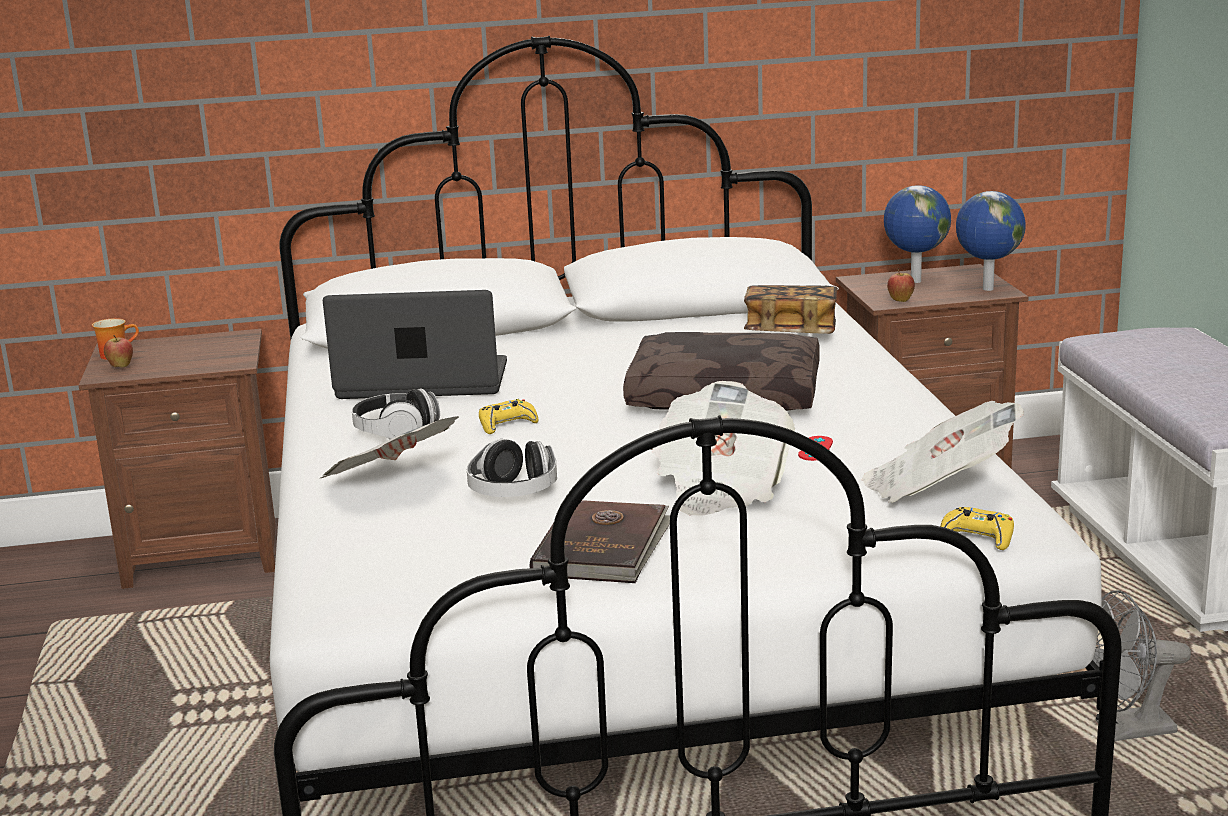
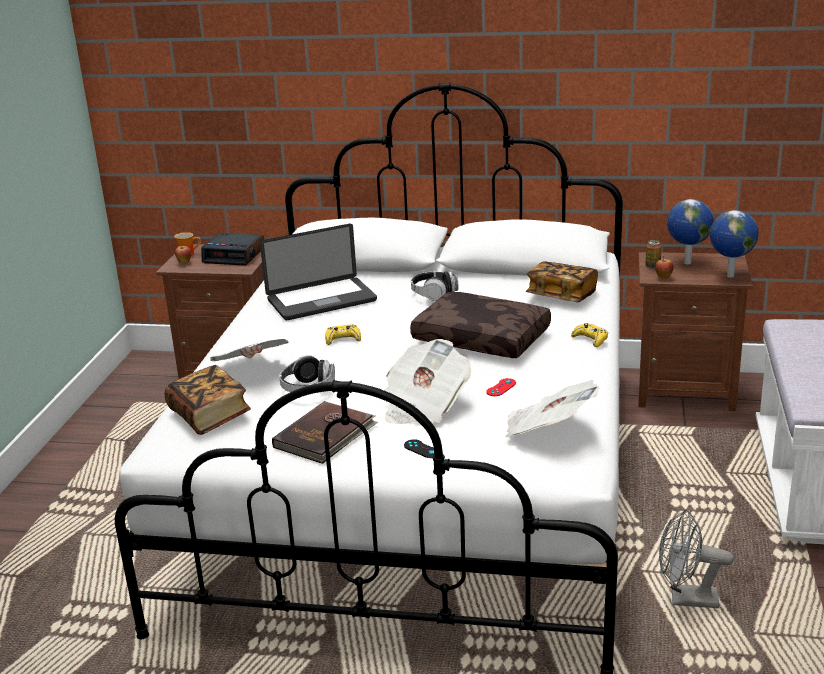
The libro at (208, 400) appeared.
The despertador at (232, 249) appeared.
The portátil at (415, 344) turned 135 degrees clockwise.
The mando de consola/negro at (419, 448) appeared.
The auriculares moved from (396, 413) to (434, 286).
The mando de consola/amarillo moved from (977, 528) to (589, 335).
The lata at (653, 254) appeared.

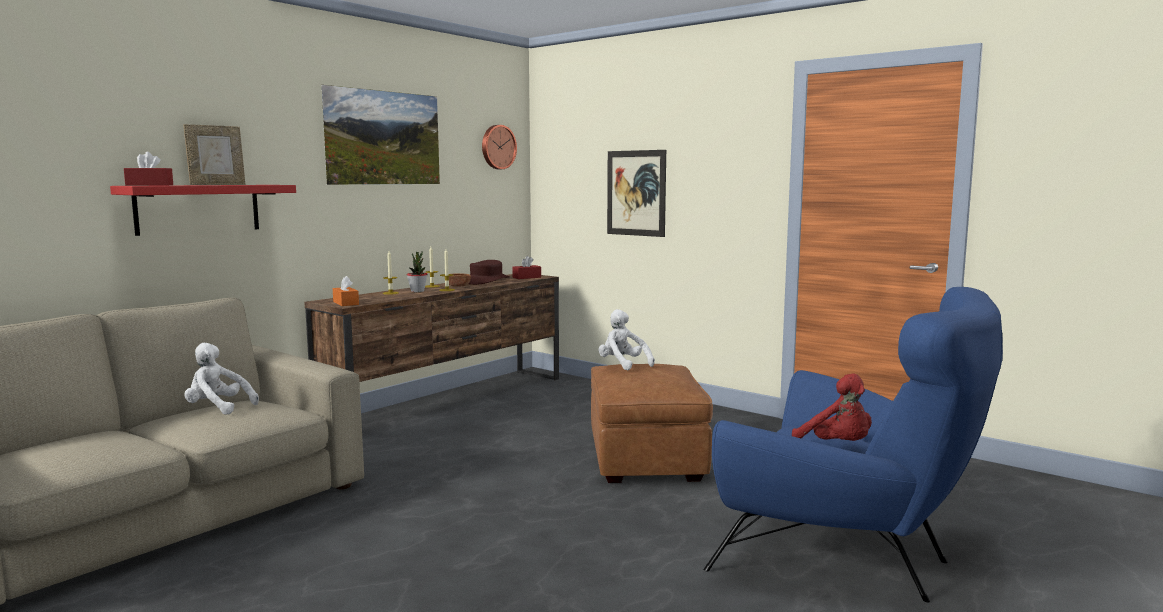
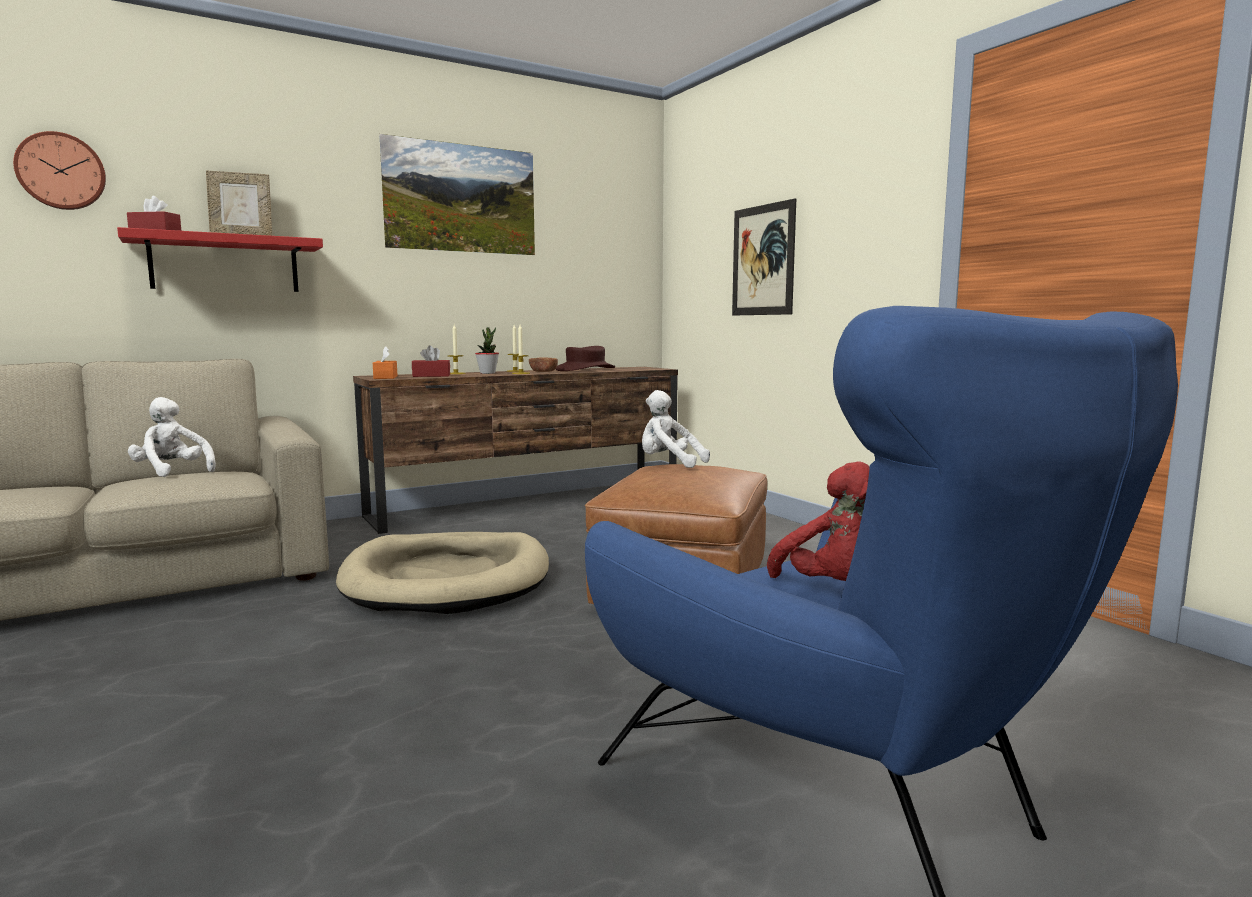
The reloj de pared moved from (499, 147) to (59, 170).
The cama para perro/beis at (442, 573) appeared.
The caja de pañuelos/rojo moved from (526, 267) to (431, 361).
The peluche/blanco at (626, 339) turned 45 degrees counterclockwise.

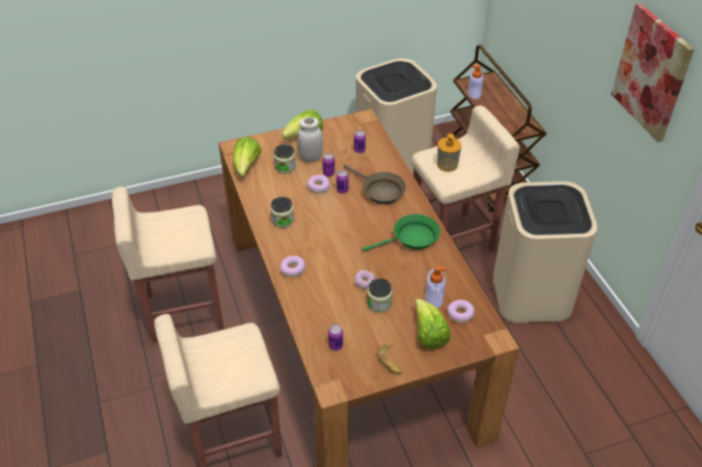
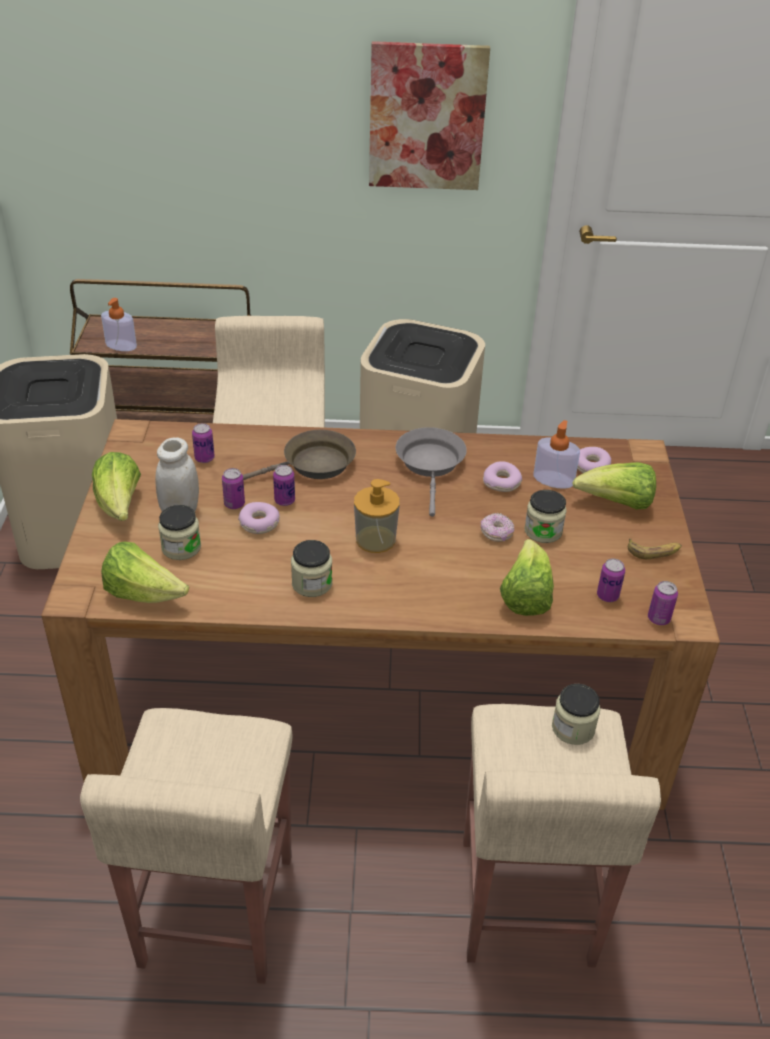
The dispensador de jabón moved from (449, 152) to (377, 516).
The sartén/verde at (401, 232) became the sartén/gris at (431, 472).
The rosquilla moved from (293, 266) to (502, 476).
The lechuga at (527, 577) appeared.
The tarro at (576, 714) appeared.
The lata at (663, 603) appeared.

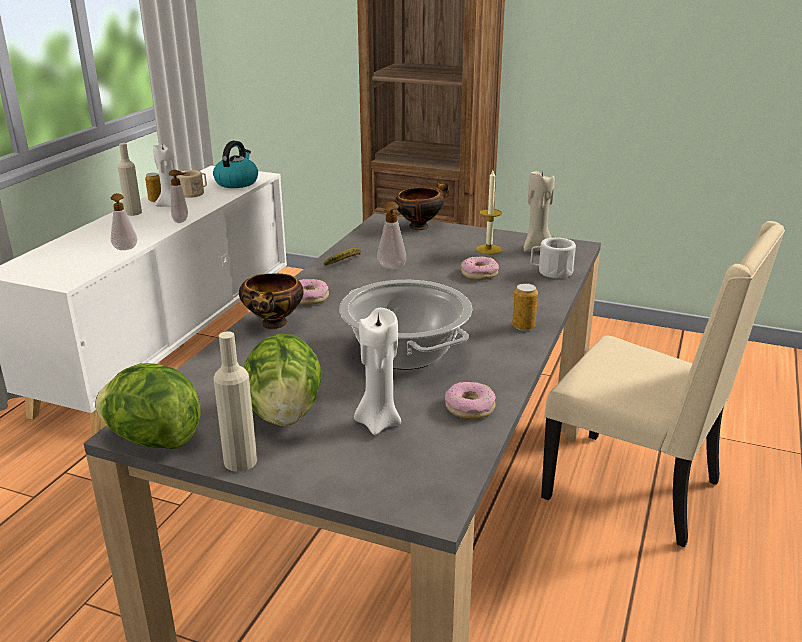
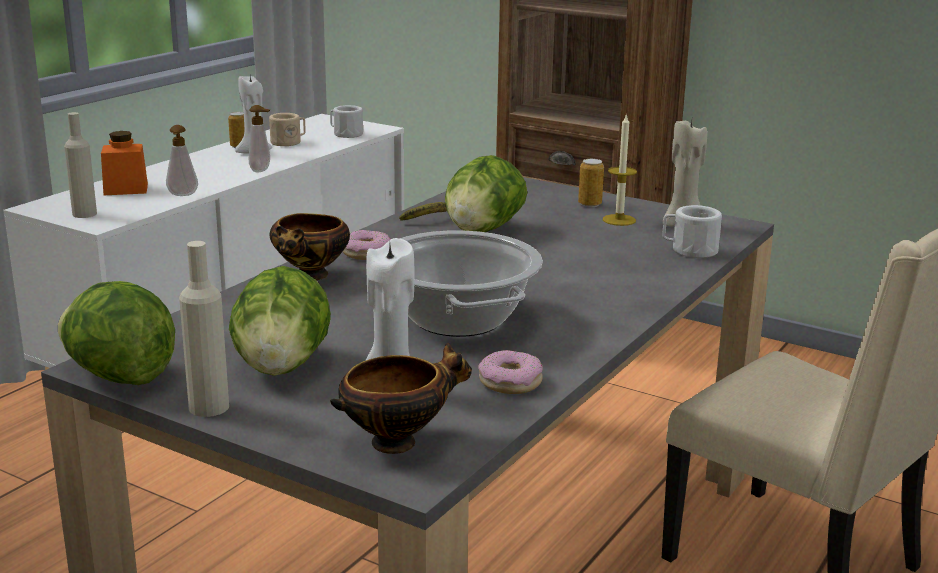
The botella/beis moved from (130, 179) to (80, 165).
The tarro/naranja at (124, 163) appeared.
The hervidor at (235, 164) was replaced by the taza grande/blanco at (346, 121).
The cuenco moved from (422, 205) to (401, 398).
The dispensador de jabón at (391, 235) was replaced by the lechuga at (486, 193).
The lata moved from (525, 307) to (591, 183).
The rosquilla at (480, 268) disappeared.

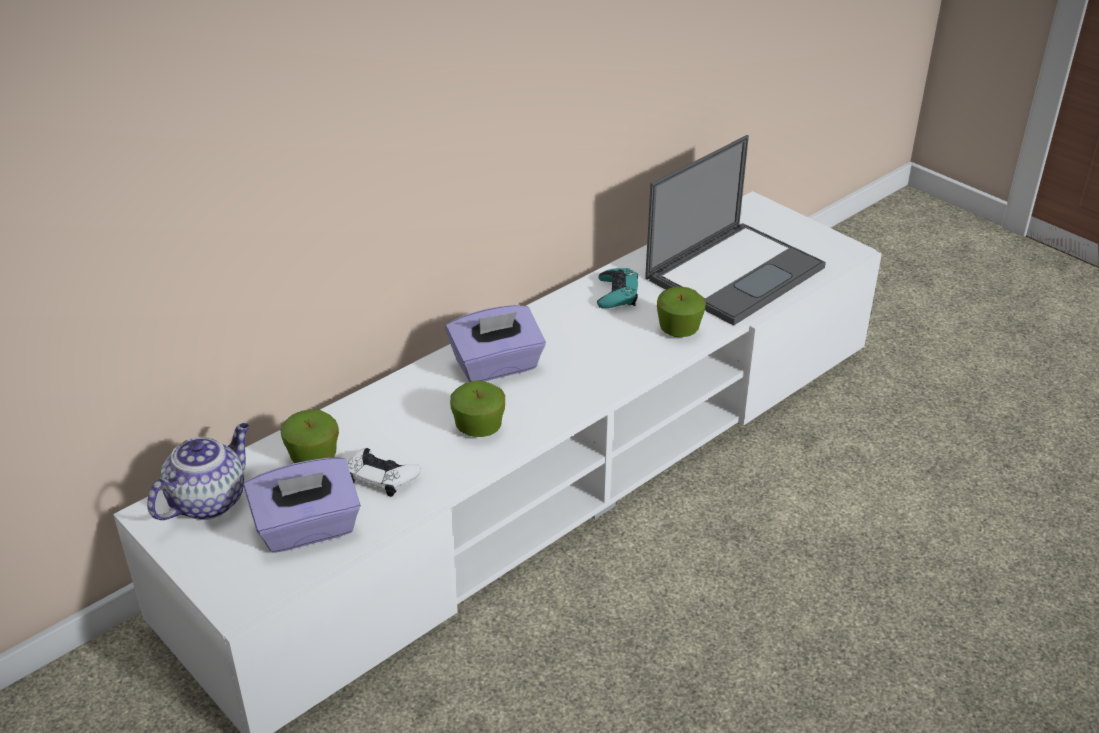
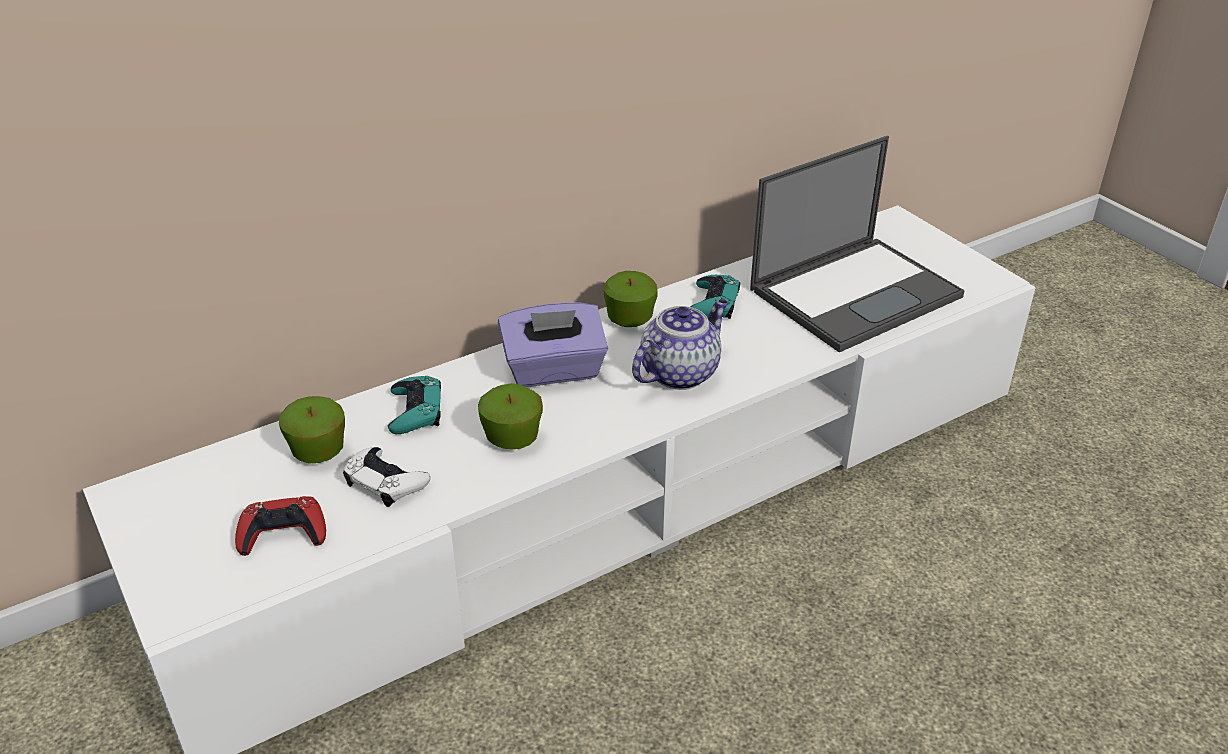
The caja de pañuelos/morado at (302, 505) was replaced by the mando de consola/rojo at (280, 526).
The mando de consola/turquesa at (414, 405) appeared.
The manzana moved from (681, 312) to (630, 299).
The tetera moved from (198, 471) to (680, 344).

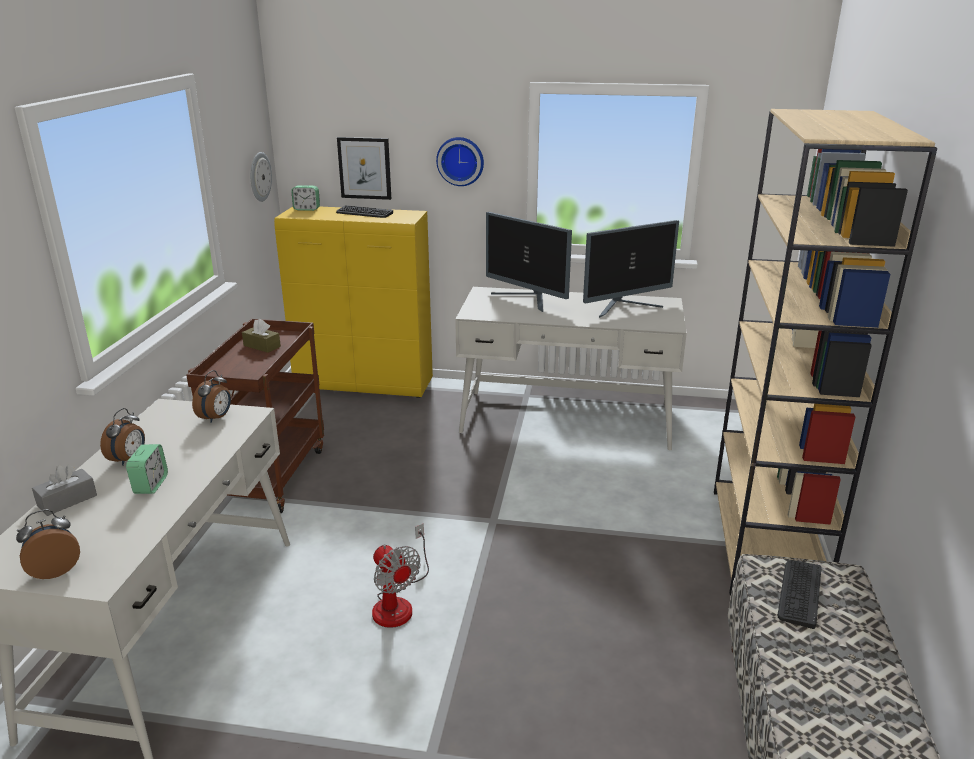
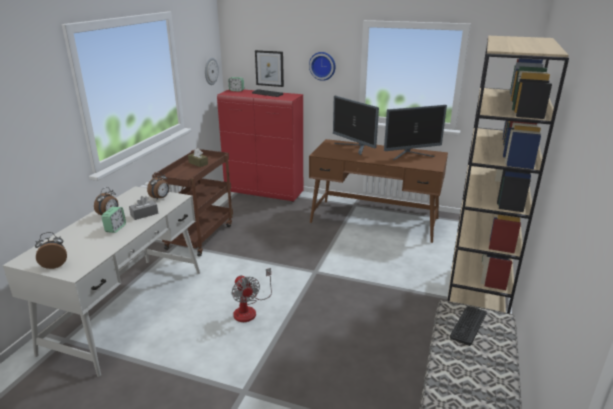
The caja de pañuelos/gris moved from (64, 490) to (143, 208).
The armario/amarillo at (353, 302) became the armario/rojo at (260, 146).
The escritorio/blanco at (571, 368) became the escritorio/marrón at (378, 191).

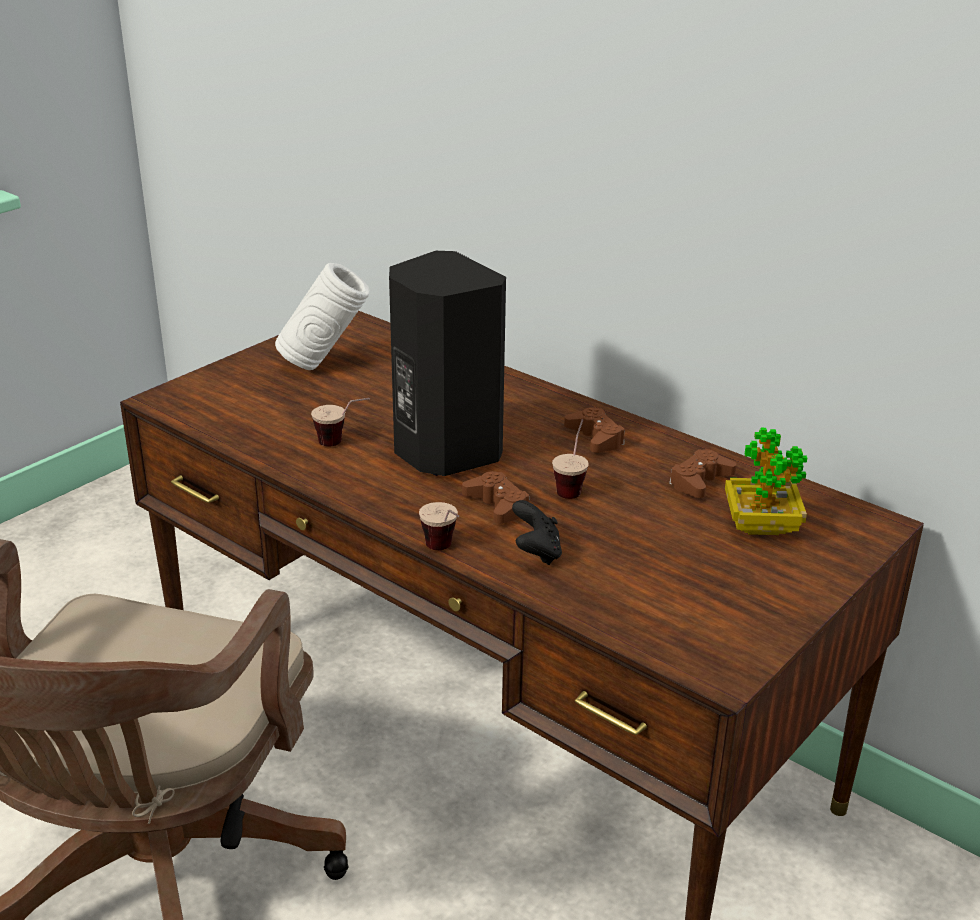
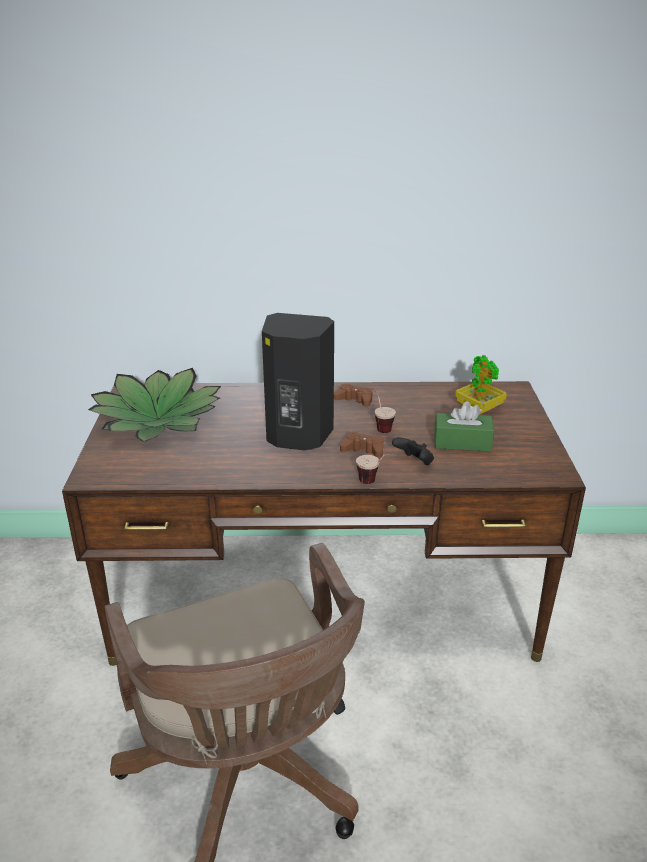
The florero/blanco at (322, 316) was replaced by the planta en maceta at (154, 405).
The caja de pañuelos/verde at (464, 427) appeared.
The taza at (340, 422) disappeared.
The mando de consola/marrón at (703, 473) disappeared.

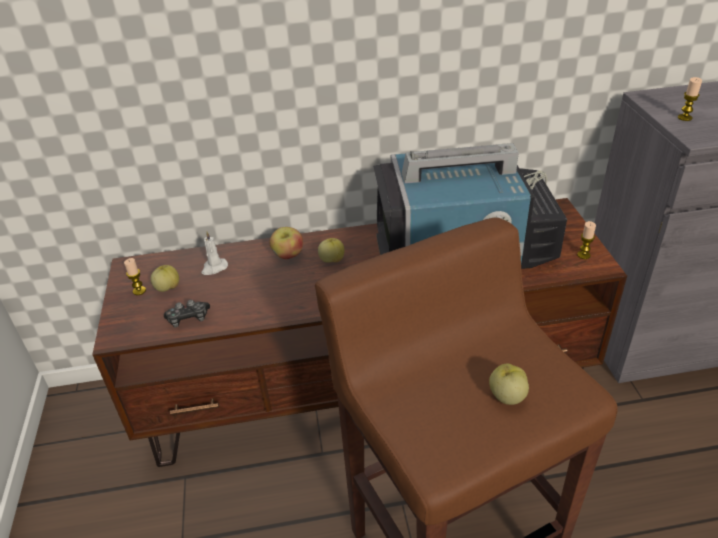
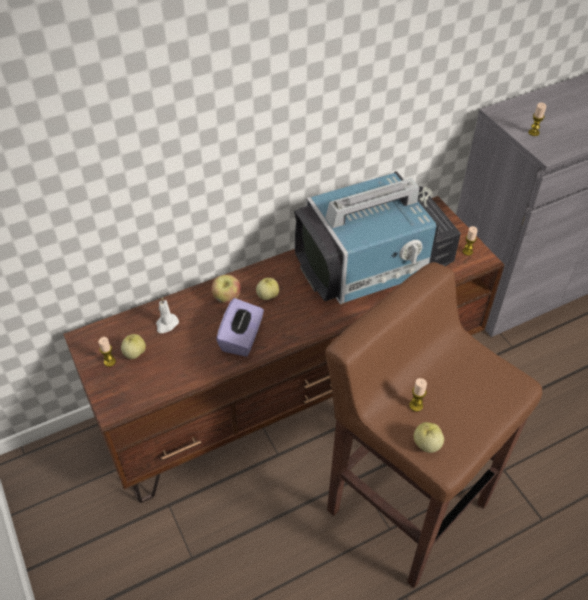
The caja de pañuelos/morado at (240, 327) appeared.
The vela at (418, 395) appeared.
The manzana moved from (509, 384) to (429, 437).
The mando de consola at (187, 313) disappeared.

